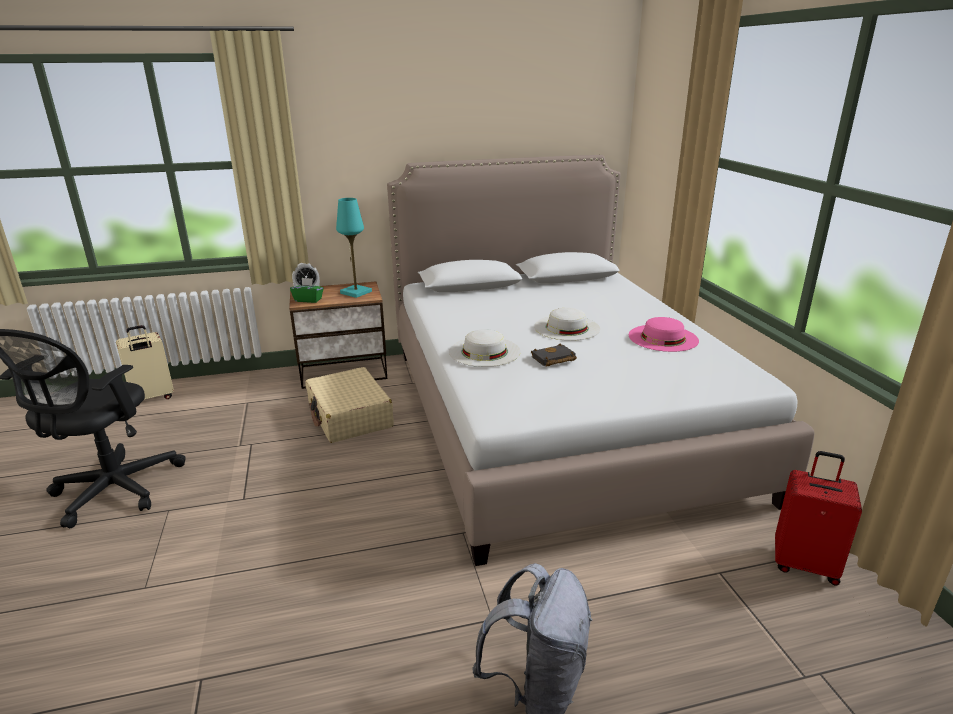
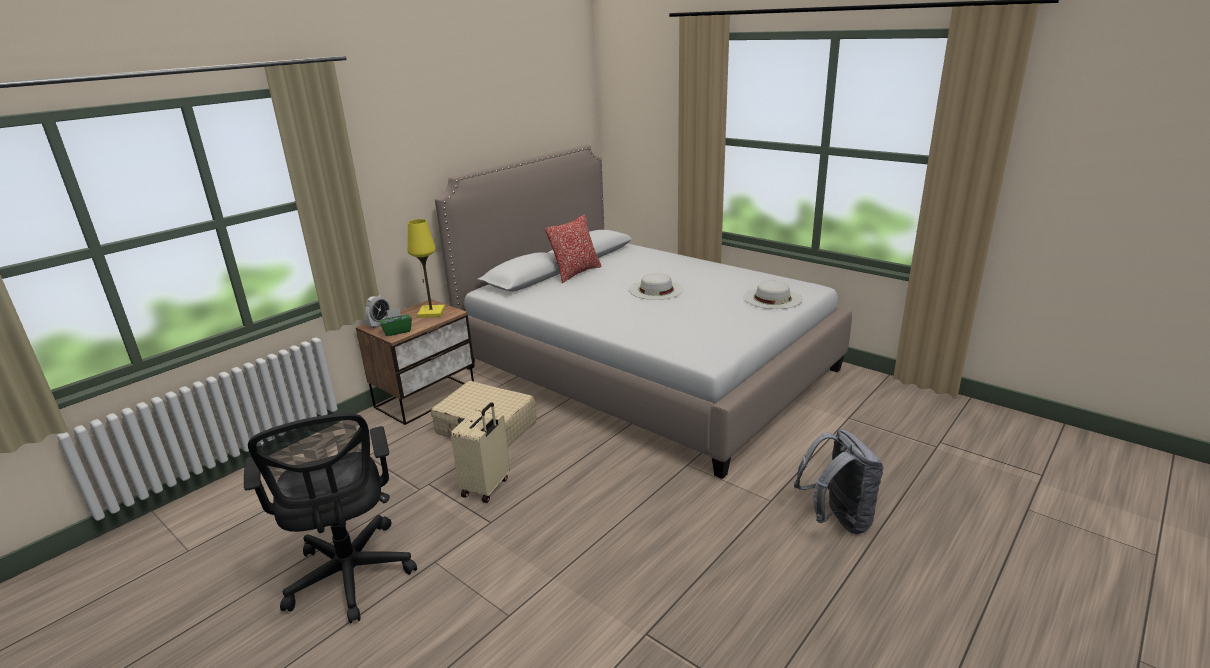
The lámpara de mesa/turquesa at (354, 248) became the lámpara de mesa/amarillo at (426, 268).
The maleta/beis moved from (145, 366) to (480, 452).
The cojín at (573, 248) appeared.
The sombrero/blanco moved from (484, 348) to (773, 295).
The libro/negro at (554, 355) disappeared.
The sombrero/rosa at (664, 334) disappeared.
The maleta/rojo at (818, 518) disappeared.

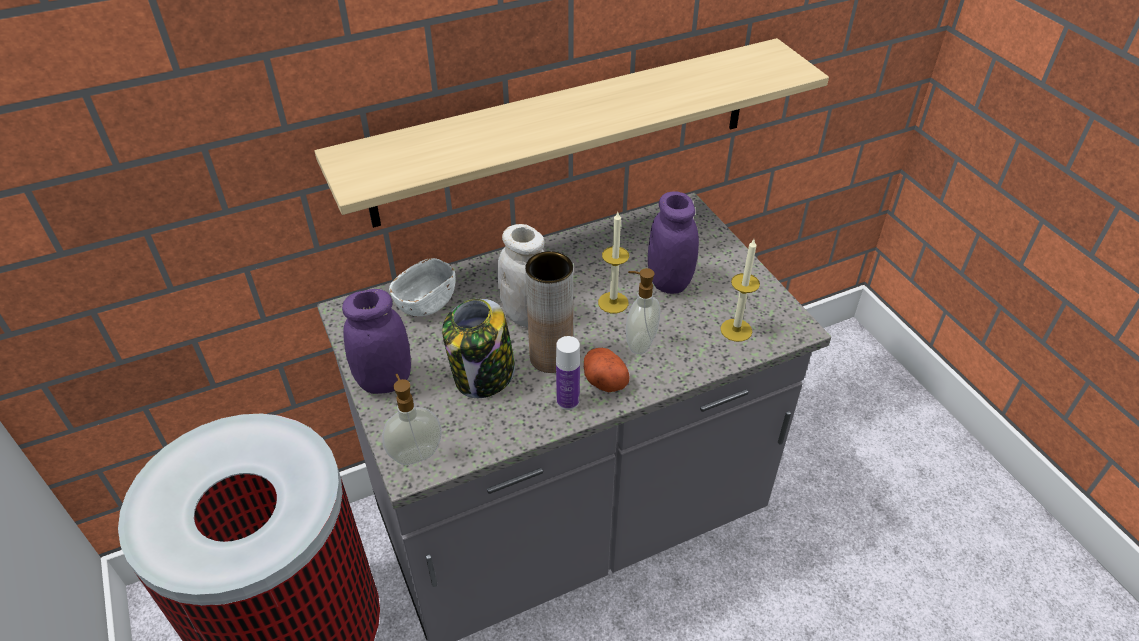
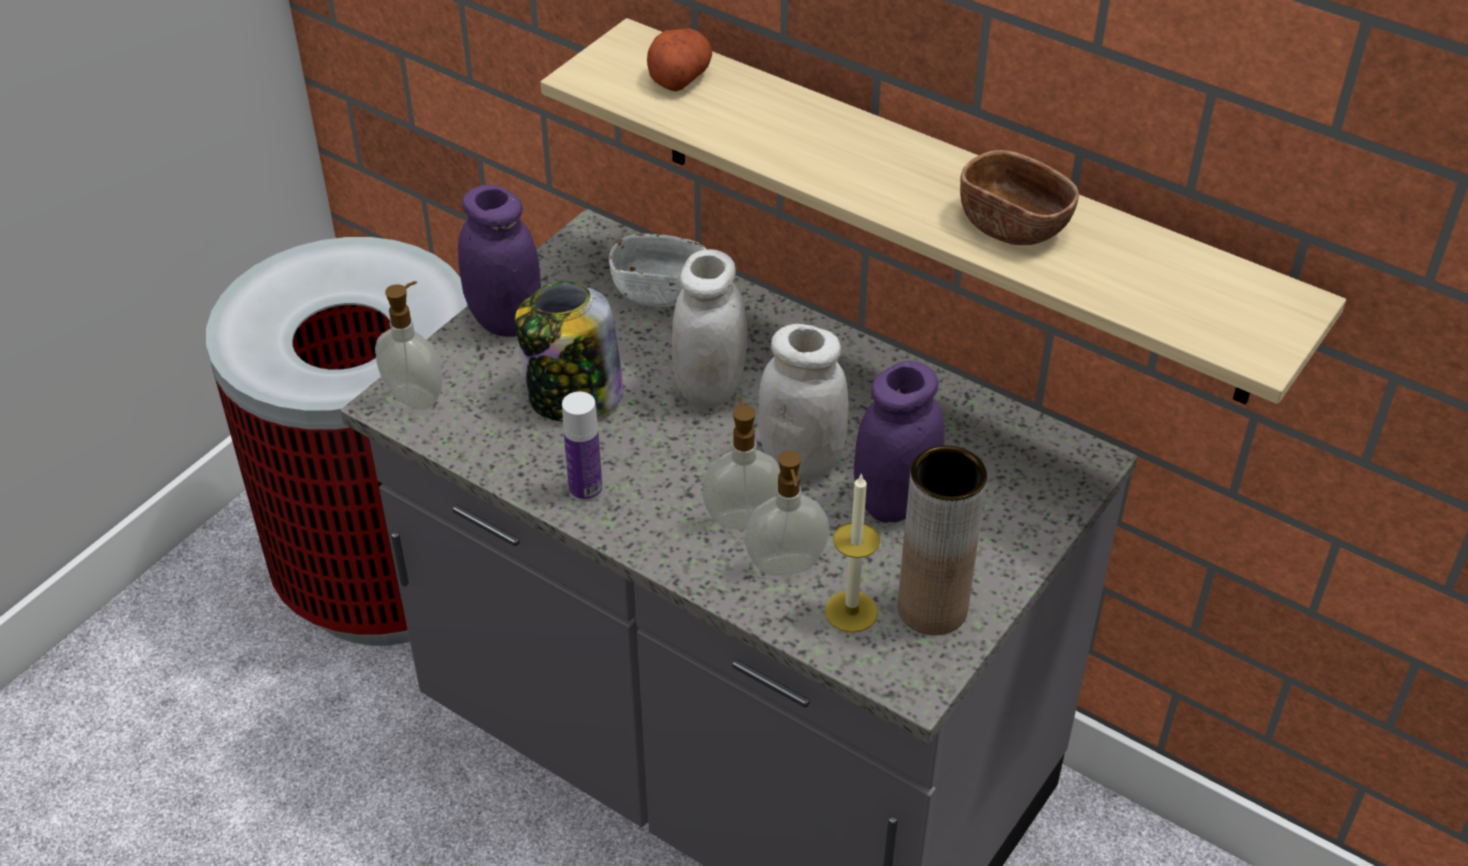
The patata moved from (607, 370) to (679, 59).
The dispensador de jabón at (787, 513) appeared.
The vela at (613, 262) was replaced by the tarro/blanco at (803, 402).
The florero/marrón moved from (549, 312) to (942, 540).
The cuenco/marrón at (1019, 197) appeared.

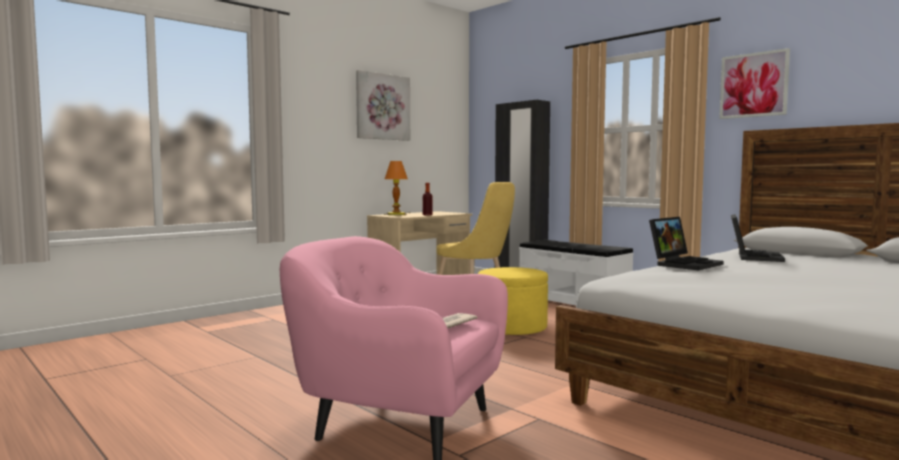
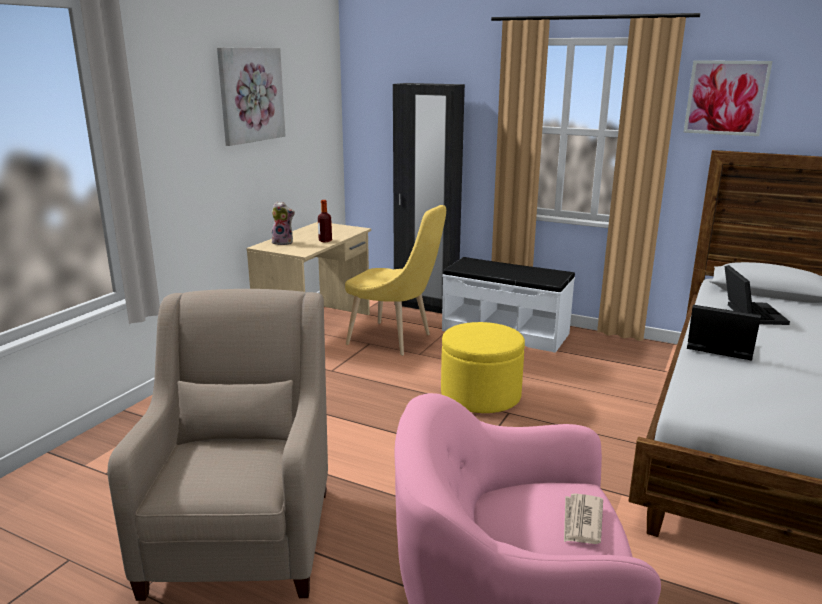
The sillón/beis at (218, 445) appeared.
The lámpara de mesa at (397, 188) was replaced by the peluche at (283, 223).
The portátil at (686, 244) turned 90 degrees counterclockwise.

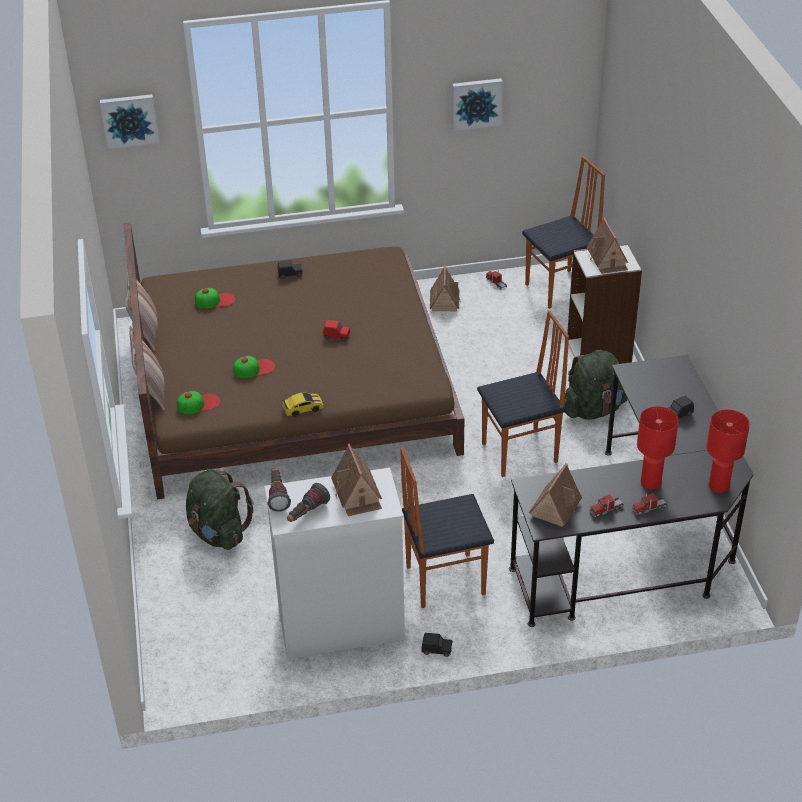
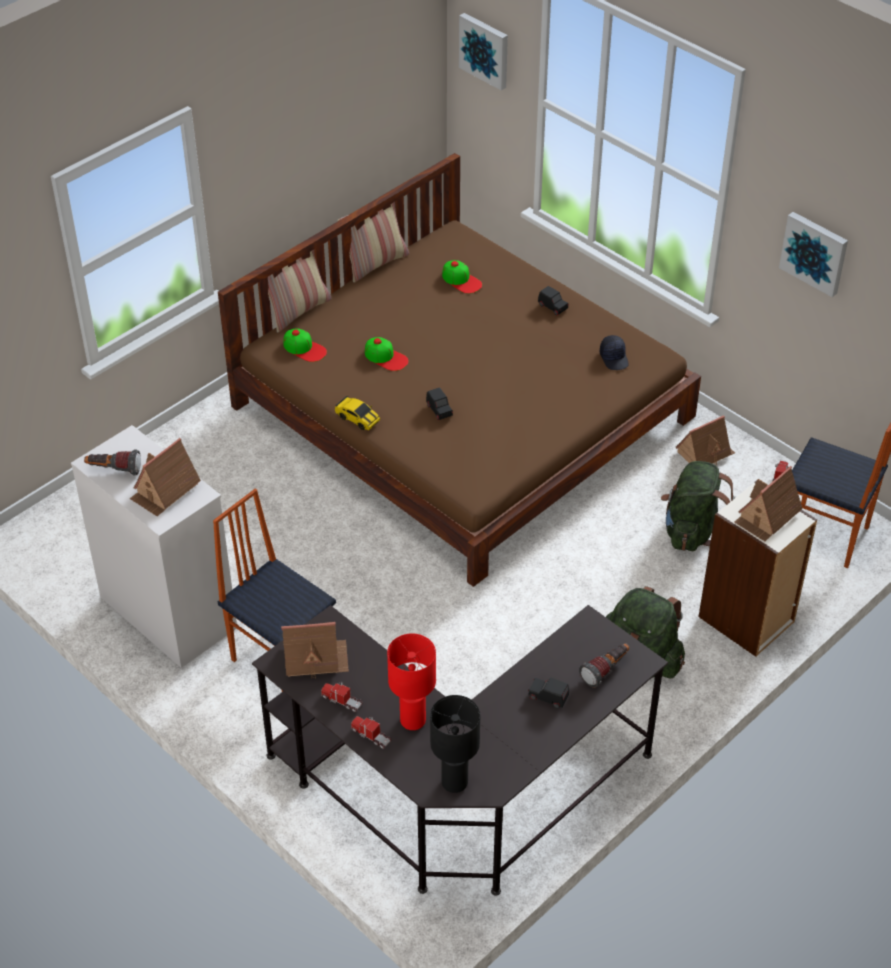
The coche de juguete/negro moved from (437, 645) to (439, 404).
The lámpara de mesa/rojo at (728, 451) became the lámpara de mesa/negro at (455, 744).
The linterna moved from (279, 490) to (604, 665).
The gorra/negro at (614, 352) appeared.
The mochila/verde moved from (220, 509) to (698, 506).
The coche de juguete/rojo at (337, 330) disappeared.
The silla at (523, 393) disappeared.

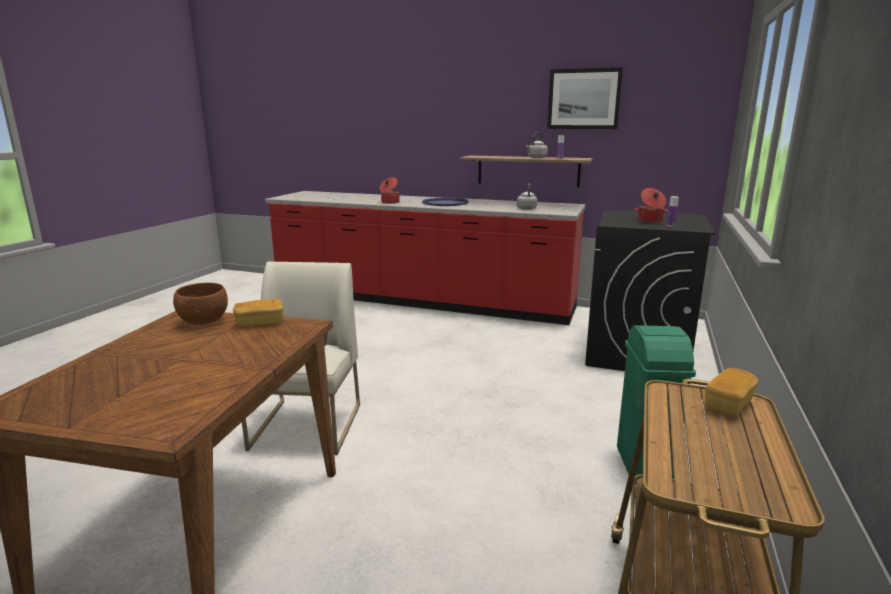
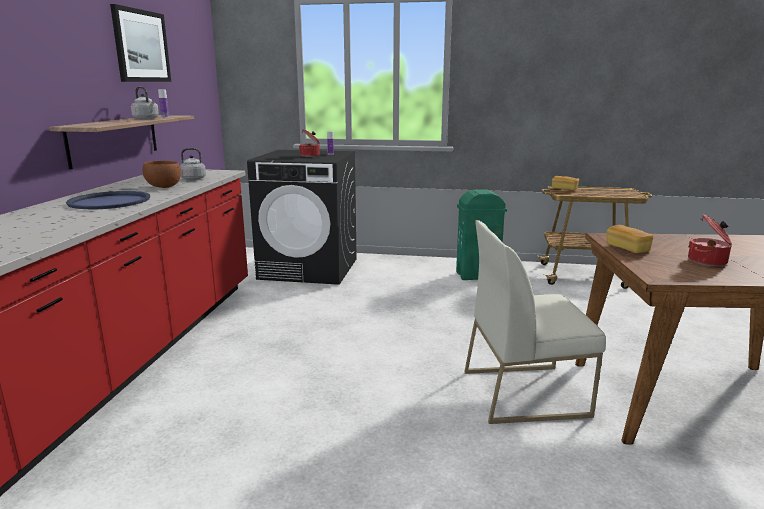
The cuenco/marrón moved from (200, 304) to (162, 174).
The olla moved from (389, 190) to (710, 240).

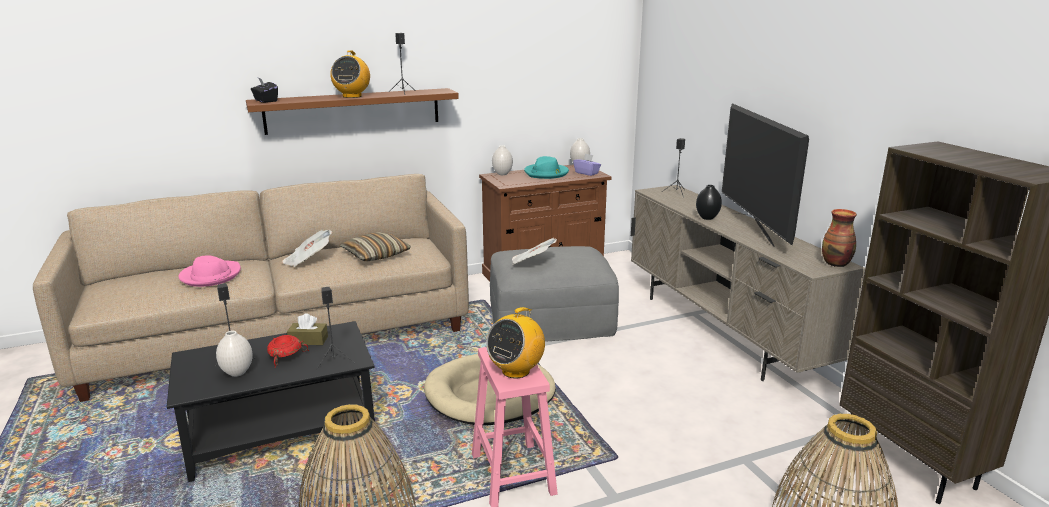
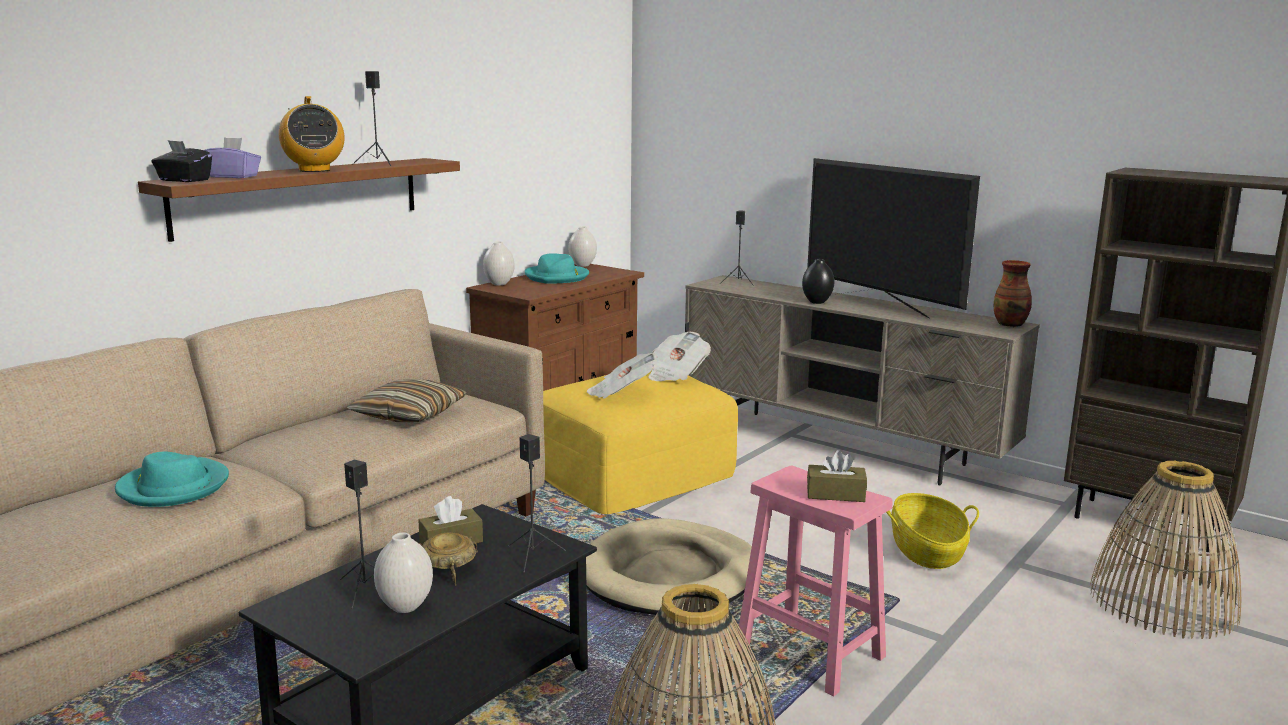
The sombrero/rosa at (209, 271) became the sombrero/turquesa at (172, 479).
The caja de pañuelos/morado moved from (587, 164) to (232, 157).
The cuenco/rojo at (288, 351) became the cuenco/beis at (448, 559).
The puf/gris at (554, 294) became the puf/amarillo at (640, 441).
The periódico moved from (307, 248) to (679, 356).
The radio at (515, 343) was replaced by the caja de pañuelos/marrón at (837, 476).
The cesta at (932, 531) appeared.

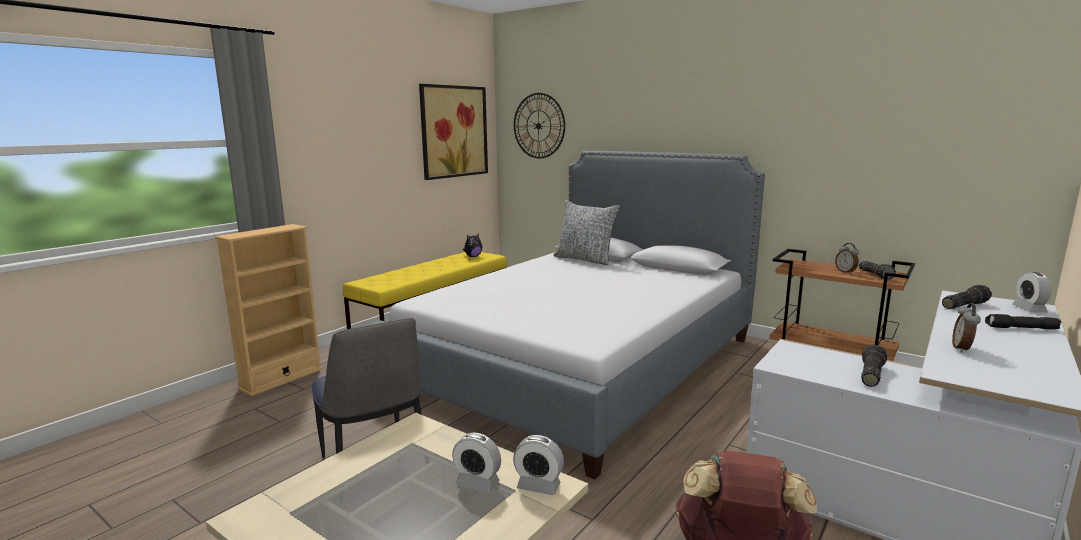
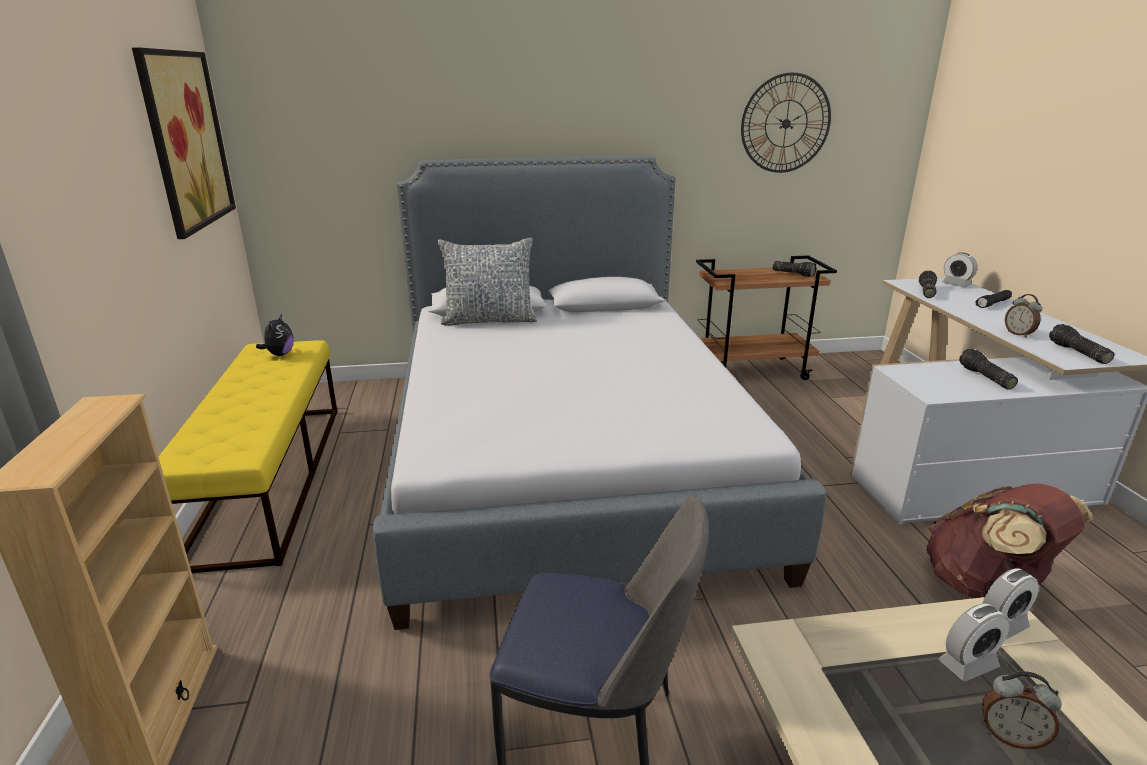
The reloj de pared moved from (539, 125) to (786, 122).
The despertador moved from (847, 258) to (1022, 710).
The linterna at (1081, 344) appeared.

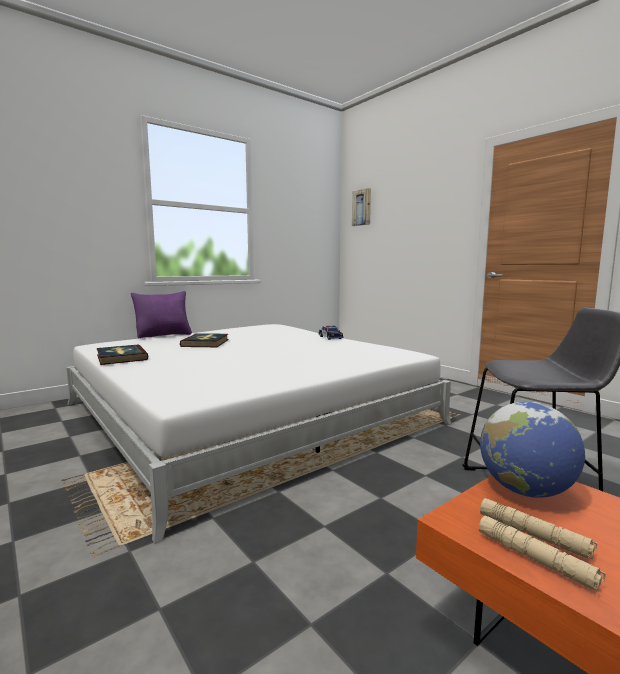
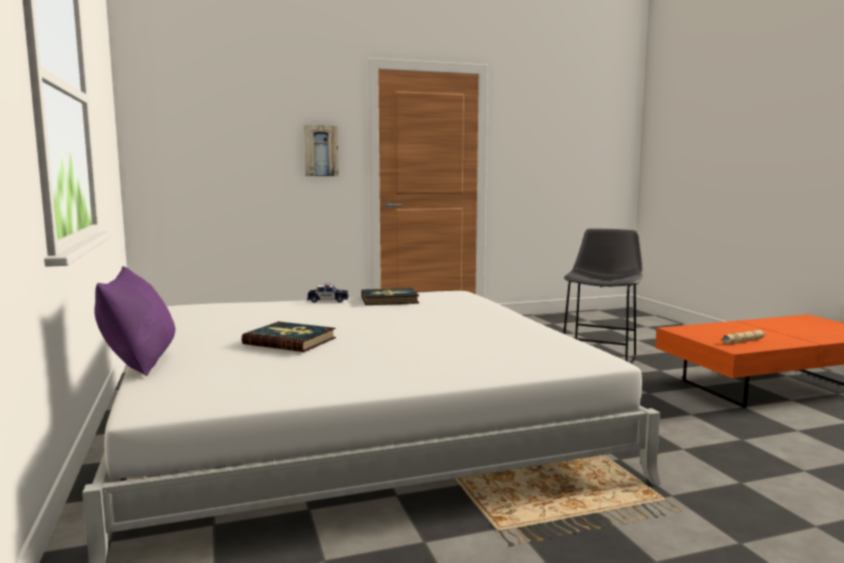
The cuadro moved from (361, 207) to (321, 150).
The libro moved from (122, 354) to (390, 296).
The linterna/beis at (542, 553) disappeared.
The globo terráqueo at (532, 450) disappeared.

